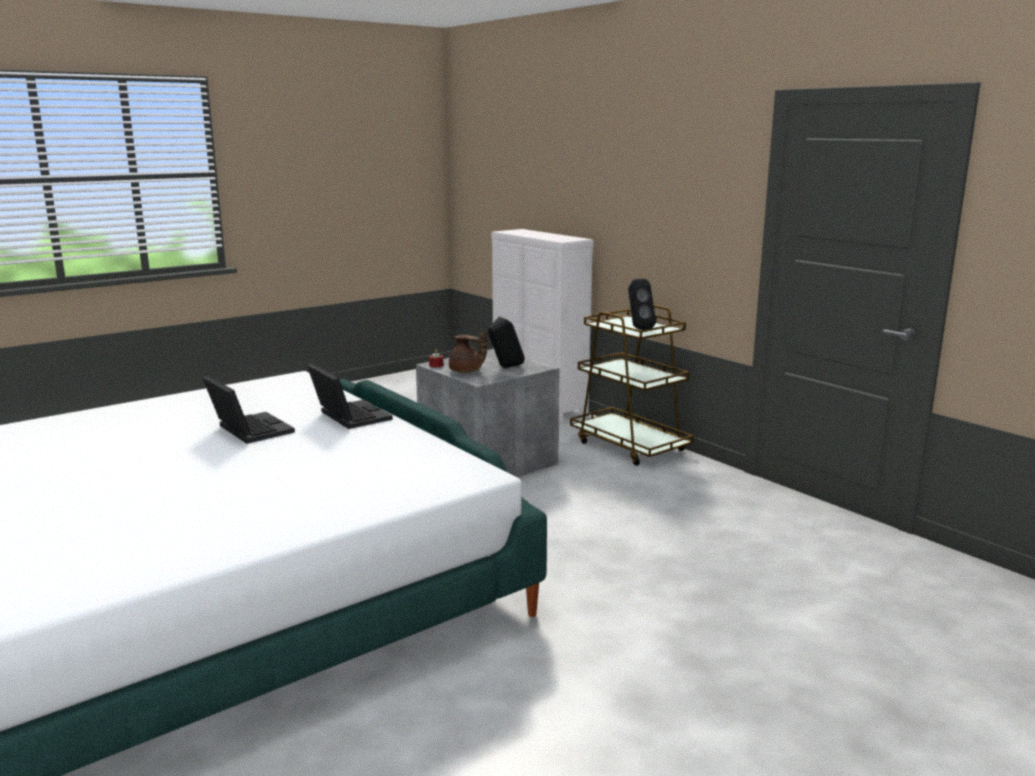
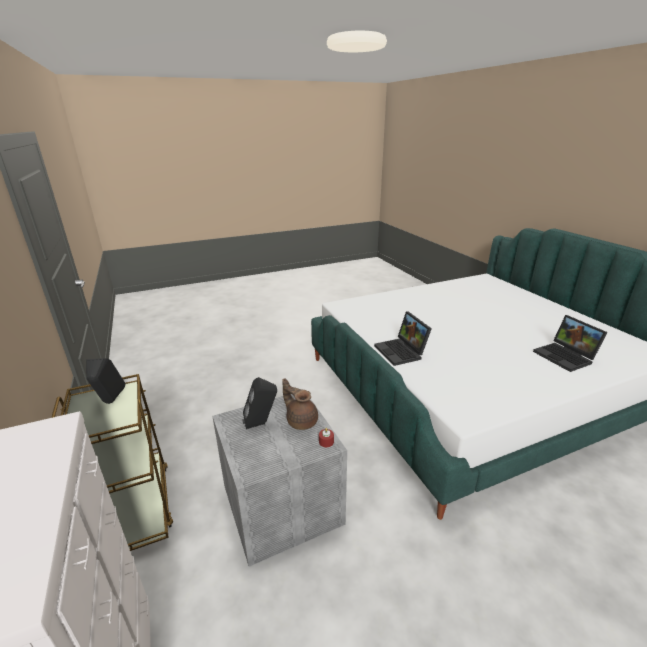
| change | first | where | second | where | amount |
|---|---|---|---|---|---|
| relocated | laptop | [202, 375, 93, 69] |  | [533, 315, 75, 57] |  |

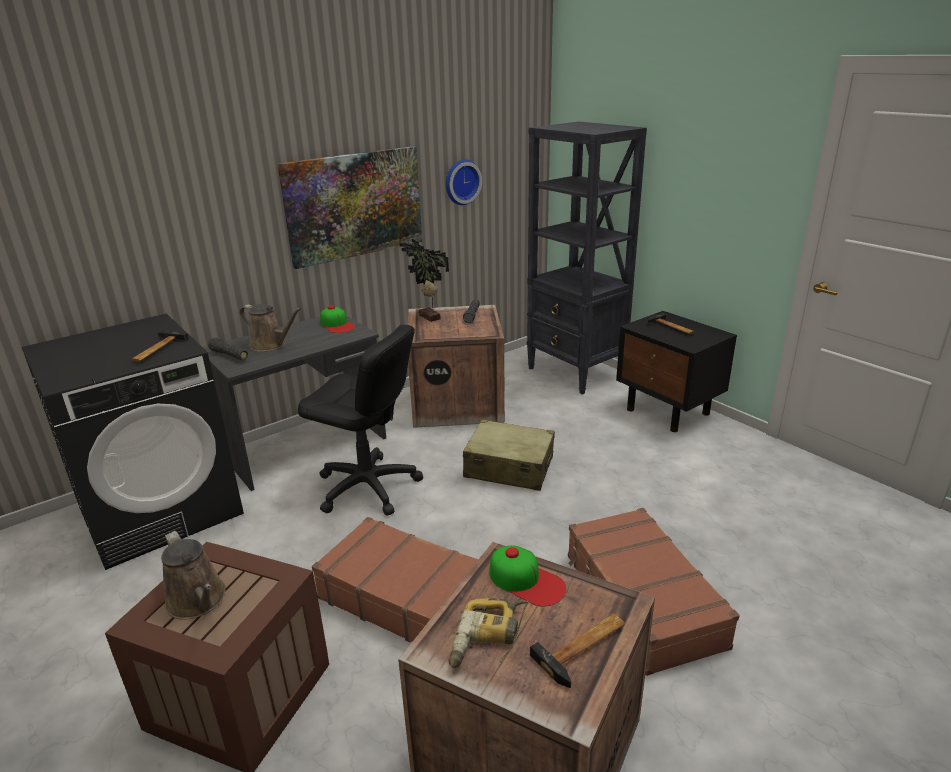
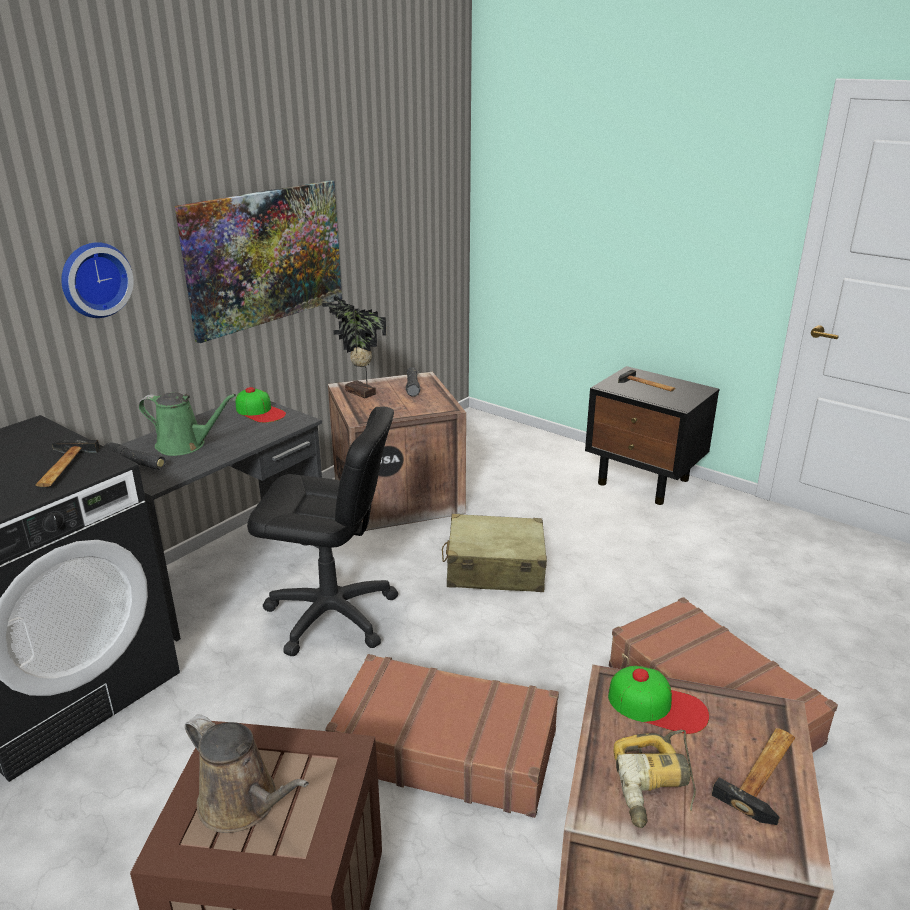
| change | first | where | second | where | amount |
|---|---|---|---|---|---|
| missing | bookcase (black) | [527, 121, 120, 274] |  |  |  |
| relocated | wall clock | [446, 159, 36, 46] |  | [61, 242, 73, 76] |  |
| colour | watering can (brown) | [240, 304, 62, 48] | watering can (green) | [138, 393, 98, 63] |  |

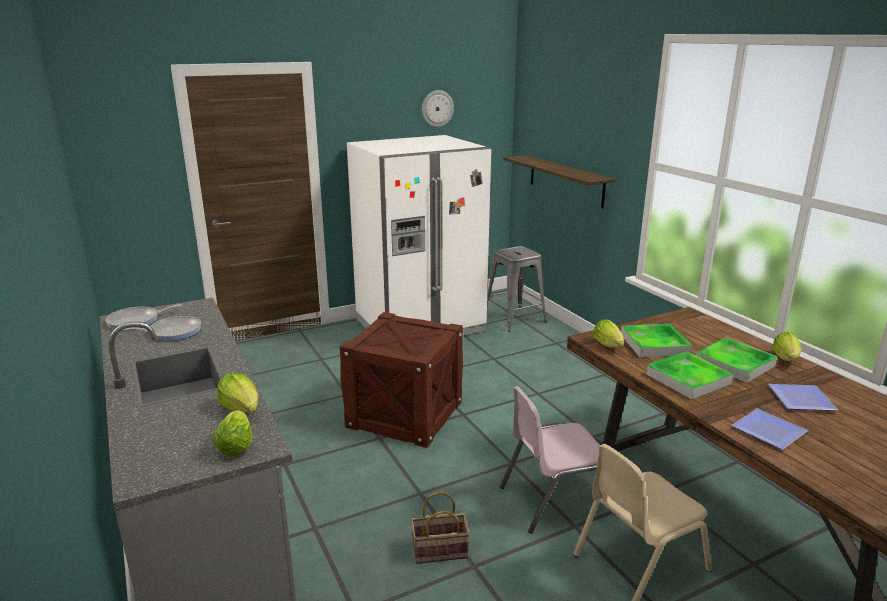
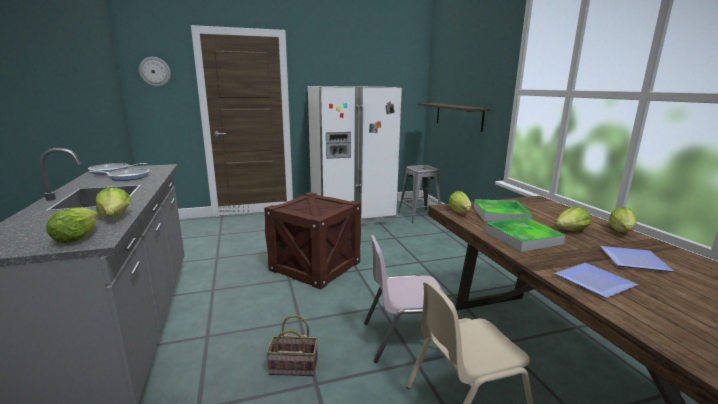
| change | first | where | second | where | amount |
|---|---|---|---|---|---|
| relocated | wall clock | [422, 90, 32, 37] |  | [139, 57, 32, 30] |  |
| exchanged | tray | [696, 338, 82, 45] | lettuce | [555, 207, 36, 24] |  |

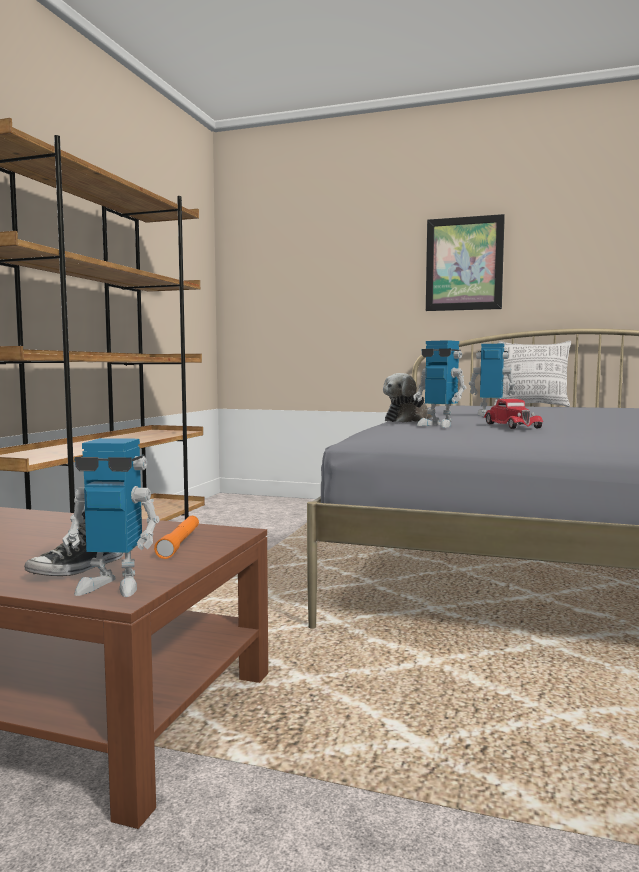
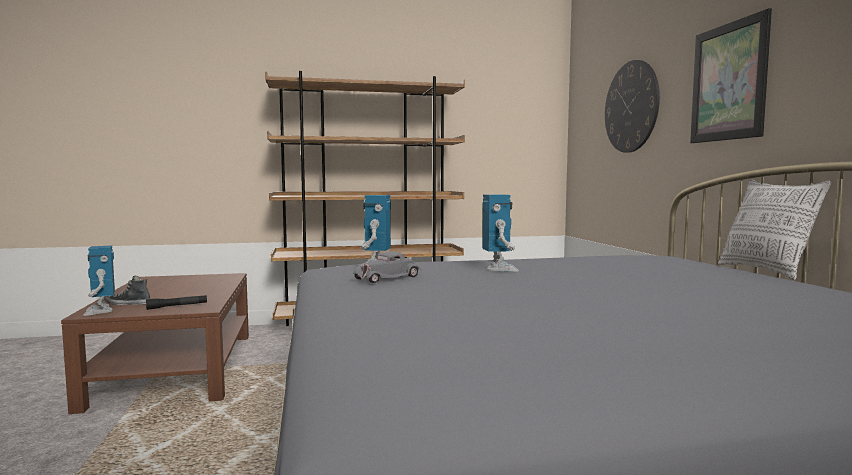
| change | first | where | second | where | amount |
|---|---|---|---|---|---|
| missing | plush toy | [383, 373, 52, 50] |  |  |  |
| colour | toy car (red) | [484, 399, 59, 30] | toy car (grey) | [353, 251, 70, 32] |  |
| colour | flashlight (orange) | [154, 516, 45, 43] | flashlight (black) | [146, 295, 61, 15] |  |
| appeared |  |  | wall clock | [605, 60, 55, 93] |  |

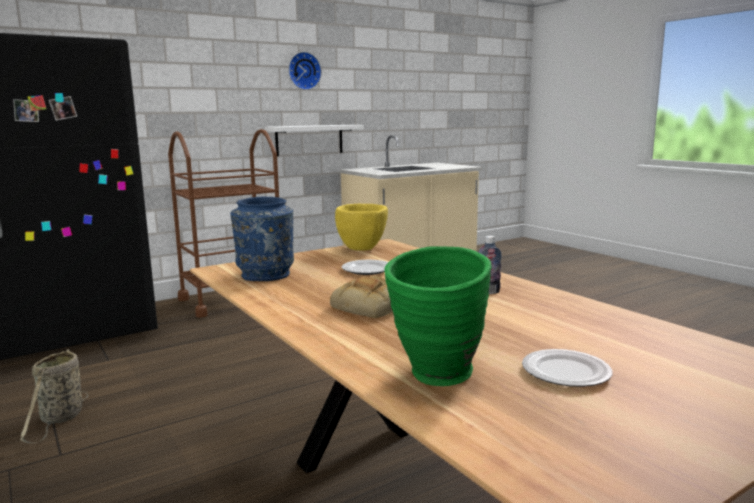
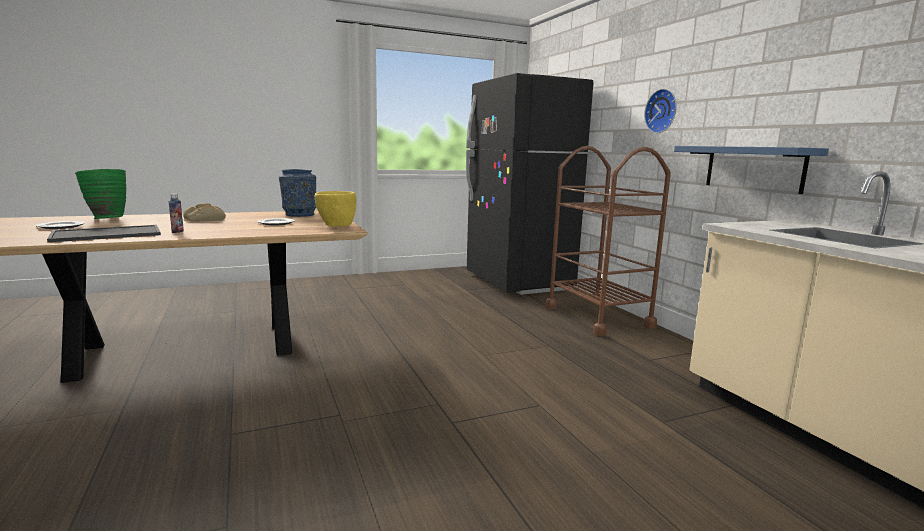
| change | first | where | second | where | amount |
|---|---|---|---|---|---|
| relocated | wall clock | [288, 52, 34, 38] |  | [644, 89, 33, 44] |  |
| colour | shelf (white) | [264, 125, 100, 31] | shelf (blue) | [674, 146, 155, 48] |  |
| missing | basket | [20, 349, 68, 94] |  |  |  |
| appeared |  |  | tray | [47, 225, 114, 17] |  |

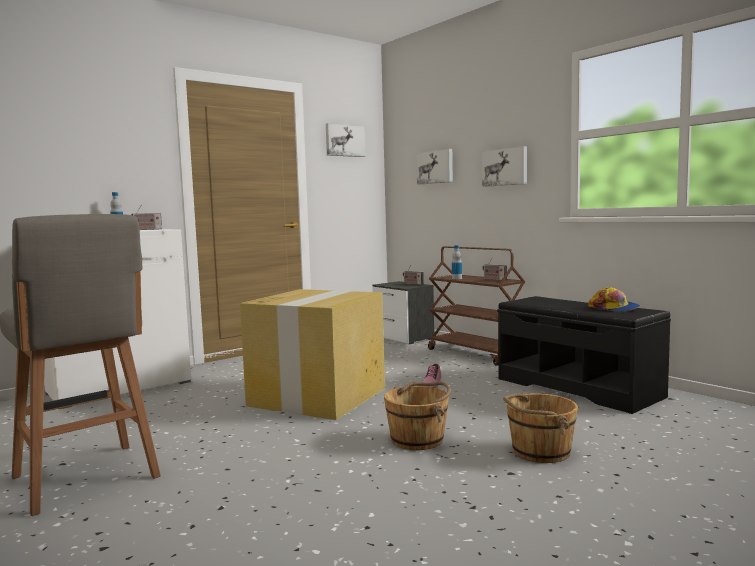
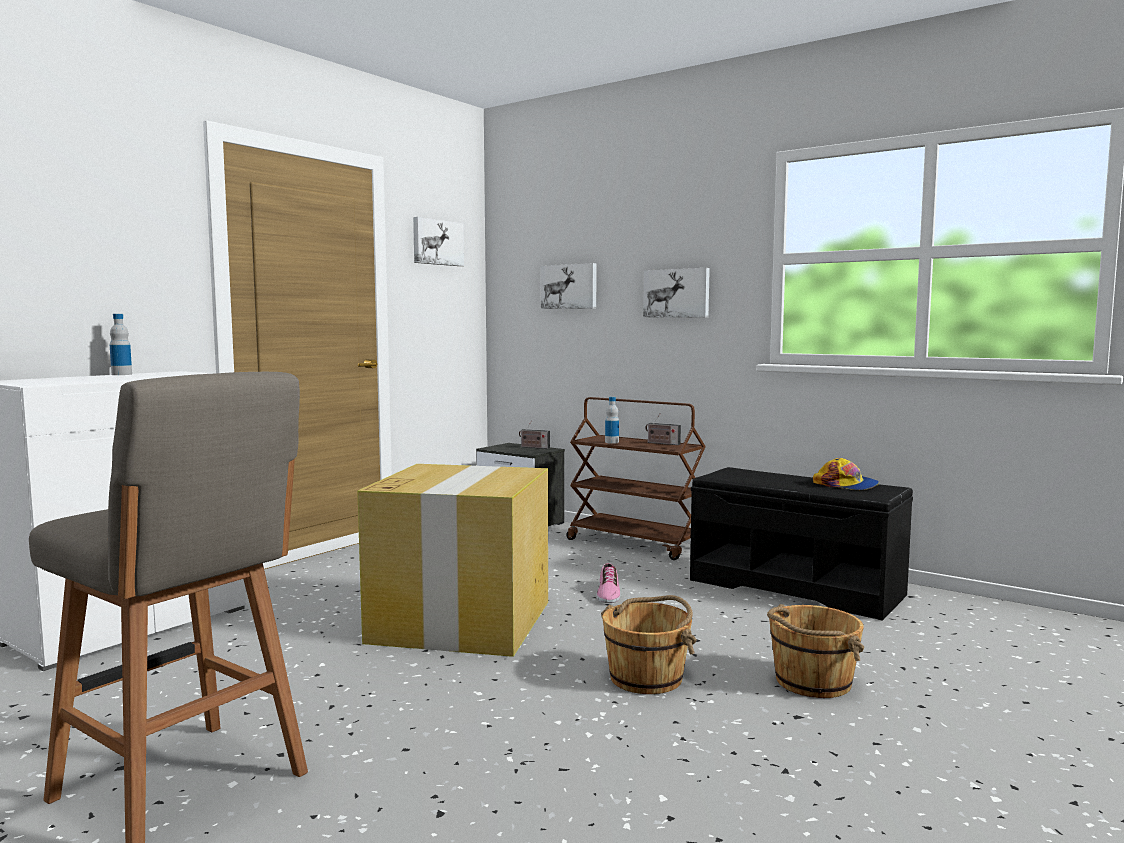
| change | first | where | second | where | amount |
|---|---|---|---|---|---|
| missing | radio | [131, 204, 31, 26] |  |  |  |

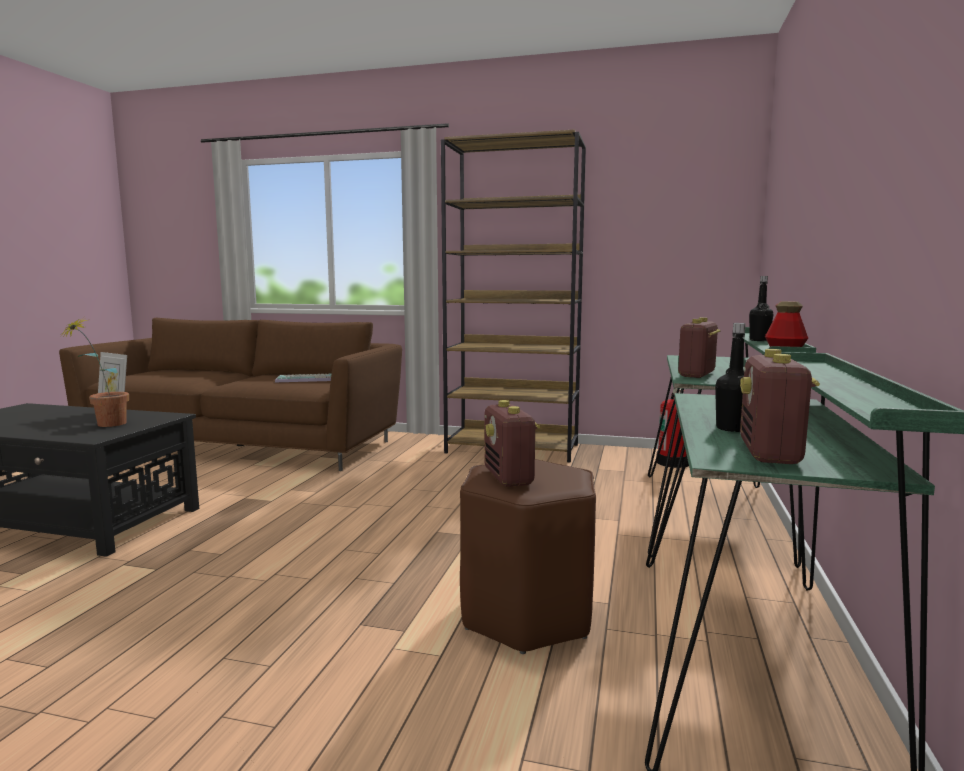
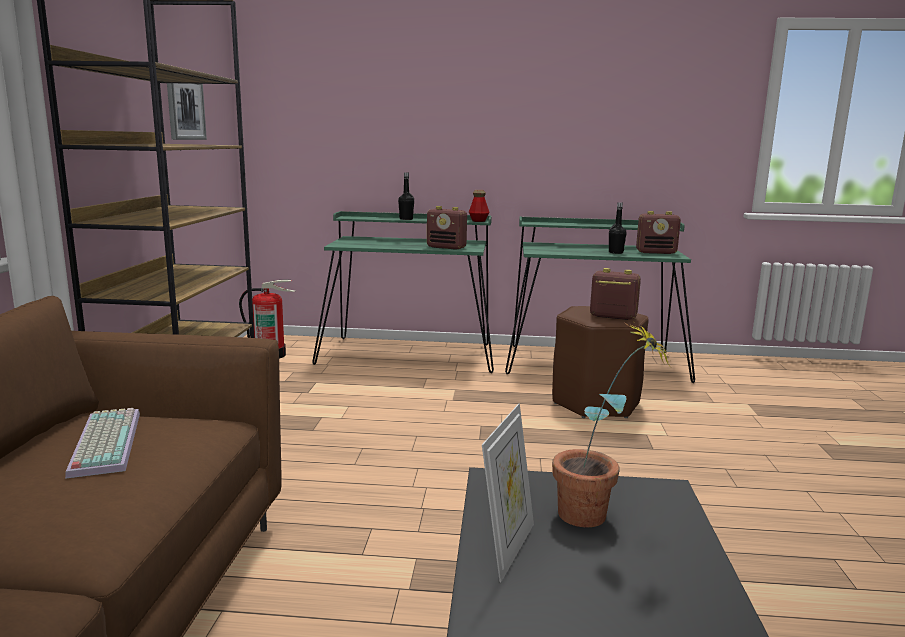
| change | first | where | second | where | amount |
|---|---|---|---|---|---|
| spun | radio | [484, 400, 56, 87] |  | [590, 268, 51, 52] | 135 degrees counterclockwise |
| appeared |  |  | picture | [167, 83, 40, 57] |  |

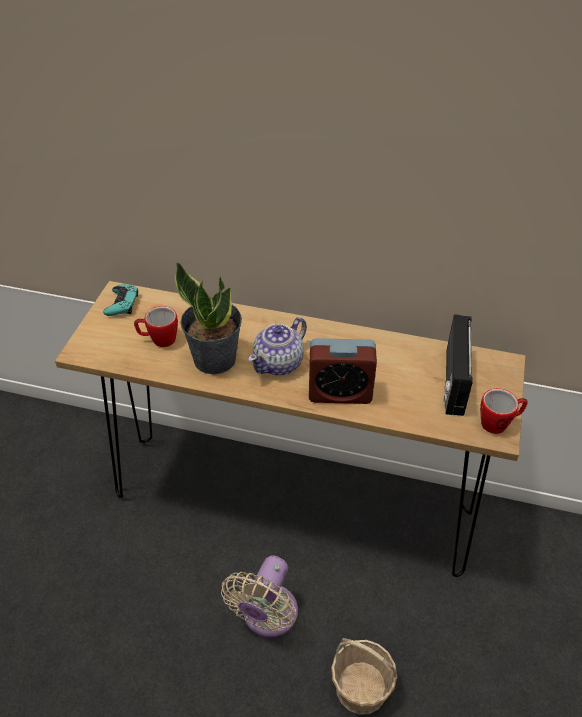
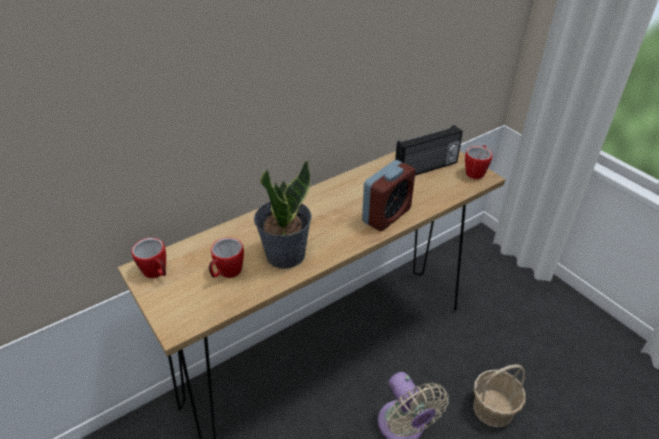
| change | first | where | second | where | amount |
|---|---|---|---|---|---|
| exchanged | game controller (turquoise) | [103, 284, 35, 32] | mug | [132, 238, 34, 40] |  |
| spun | radio | [443, 314, 30, 102] |  | [395, 125, 68, 51] | 75 degrees counterclockwise |
| missing | teapot | [248, 317, 59, 58] |  |  |  |

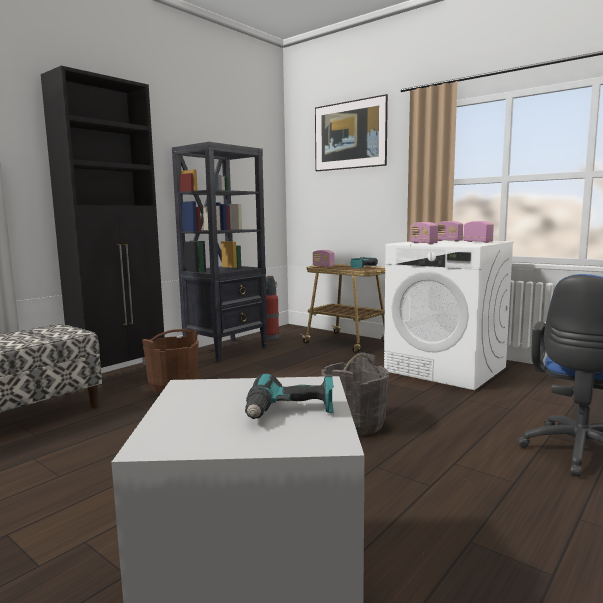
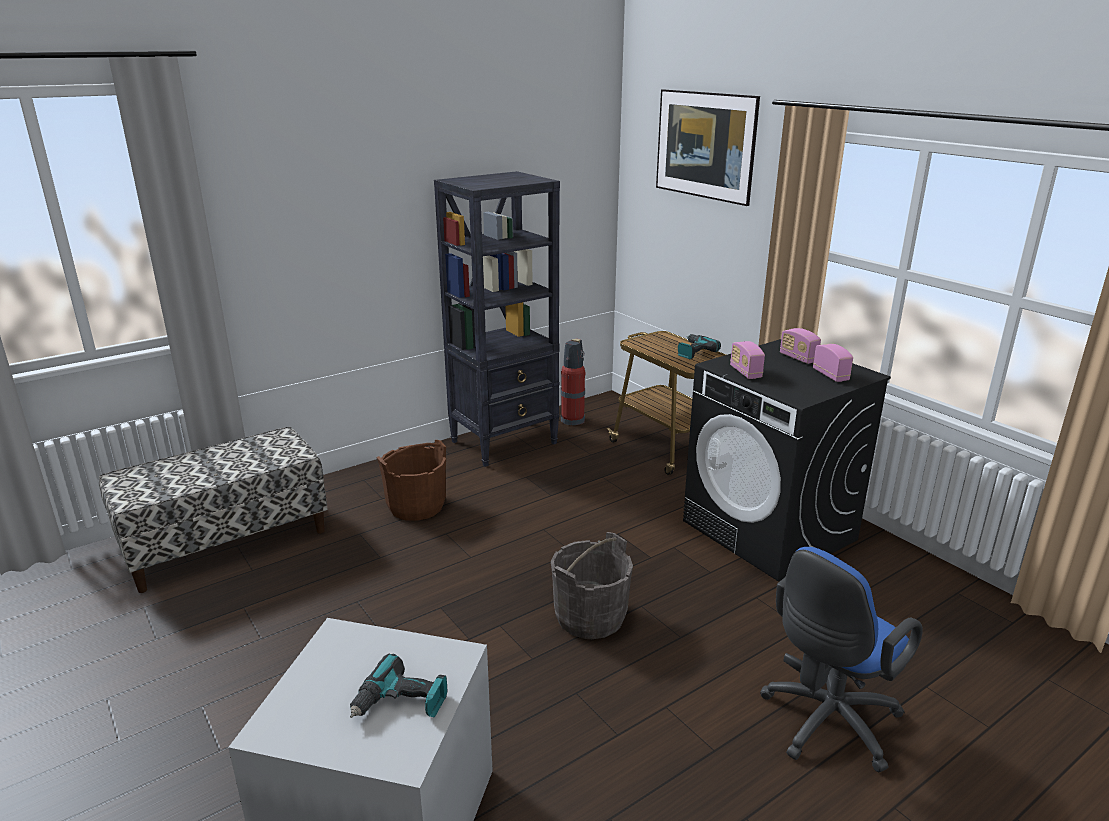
| change | first | where | second | where | amount |
|---|---|---|---|---|---|
| missing | cabinet (black) | [41, 66, 123, 302] |  |  |  |
| colour | washing machine (white) | [384, 240, 130, 150] | washing machine (black) | [683, 339, 208, 242] |  |
| missing | radio | [313, 250, 22, 17] |  |  |  |

